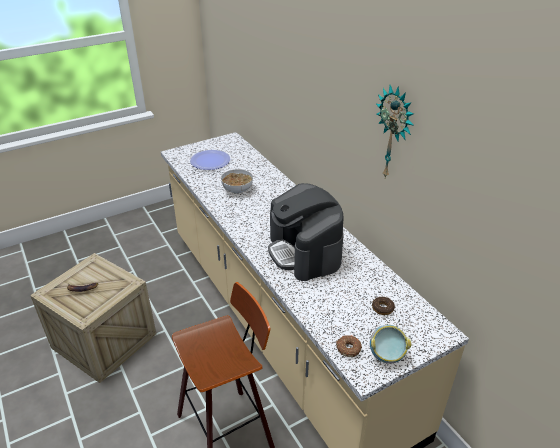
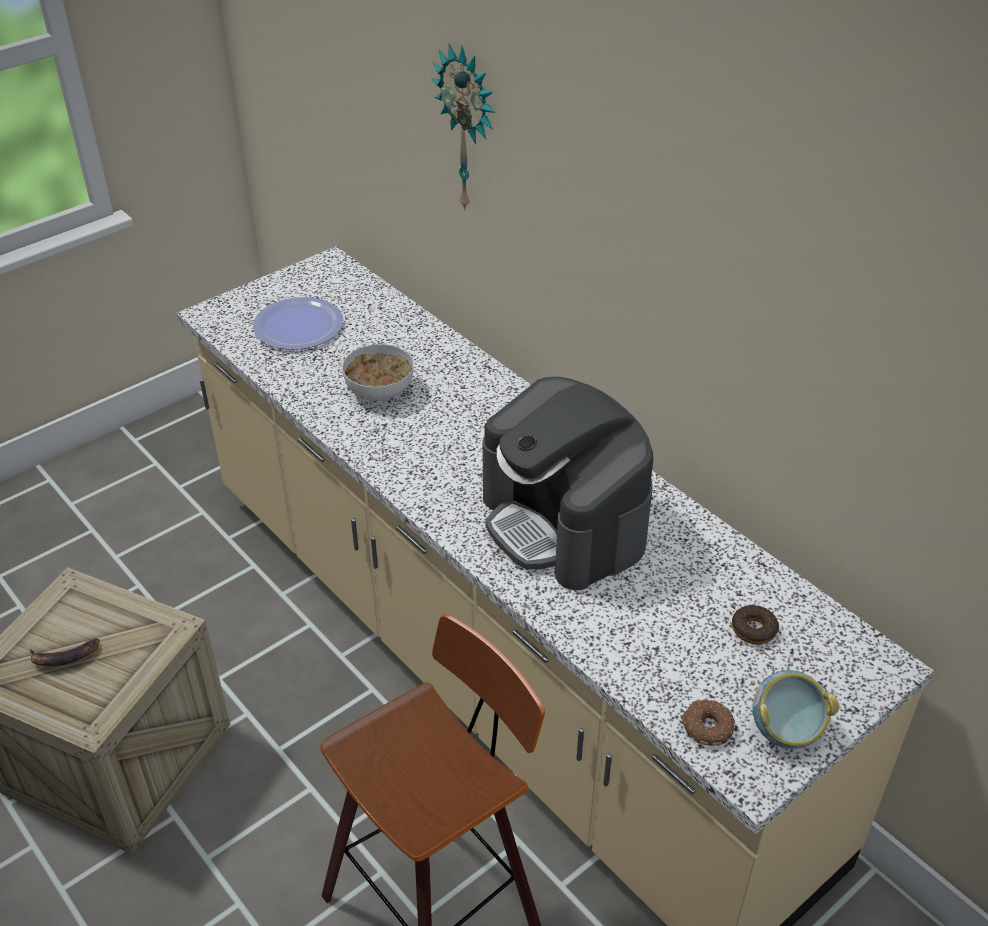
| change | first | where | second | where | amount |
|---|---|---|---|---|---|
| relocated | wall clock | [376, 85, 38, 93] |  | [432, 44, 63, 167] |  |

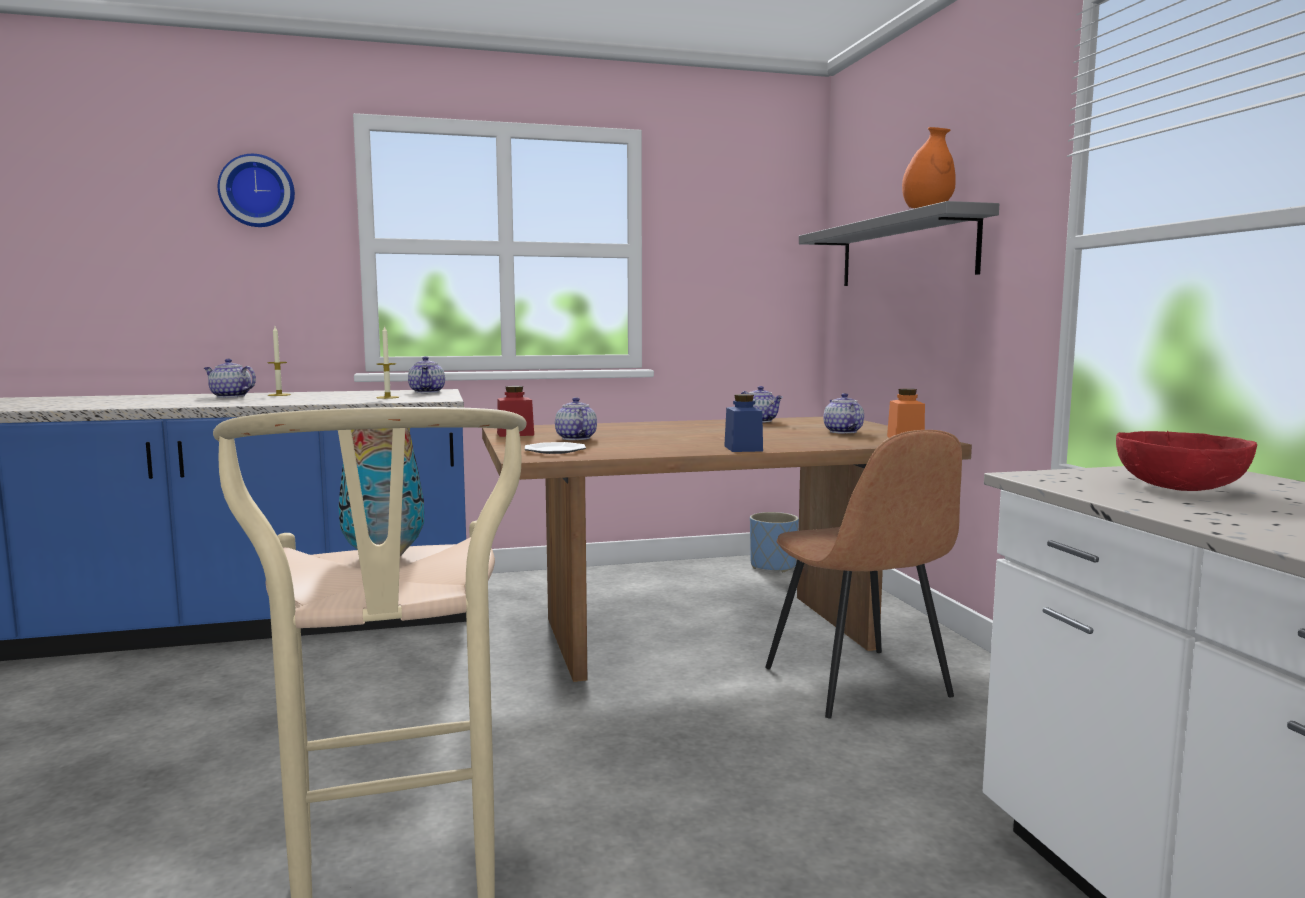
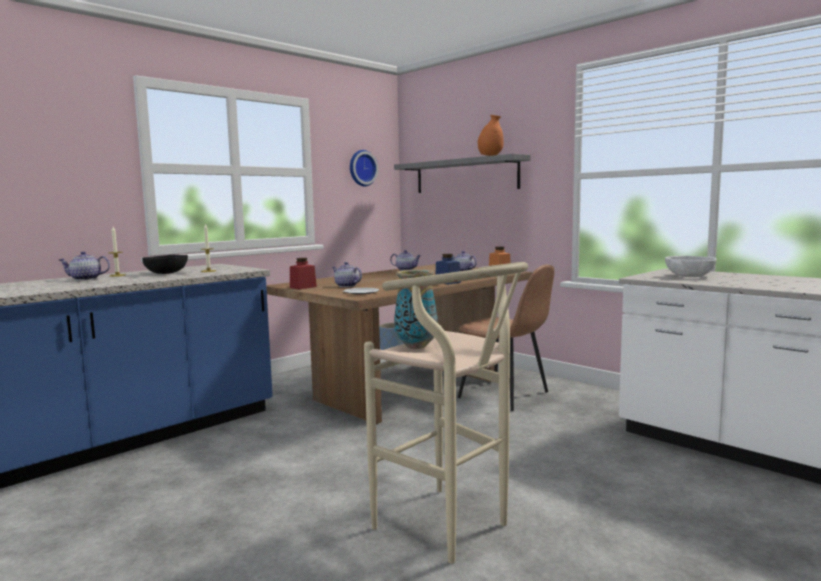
| change | first | where | second | where | amount |
|---|---|---|---|---|---|
| relocated | wall clock | [218, 154, 77, 73] |  | [350, 150, 28, 36] |  |
| missing | teapot | [408, 356, 37, 37] |  |  |  |
| colour | bowl (red) | [1116, 431, 141, 60] | bowl (white) | [665, 256, 51, 21] |  |
| appeared |  |  | bowl (black) | [142, 255, 46, 19] |  |

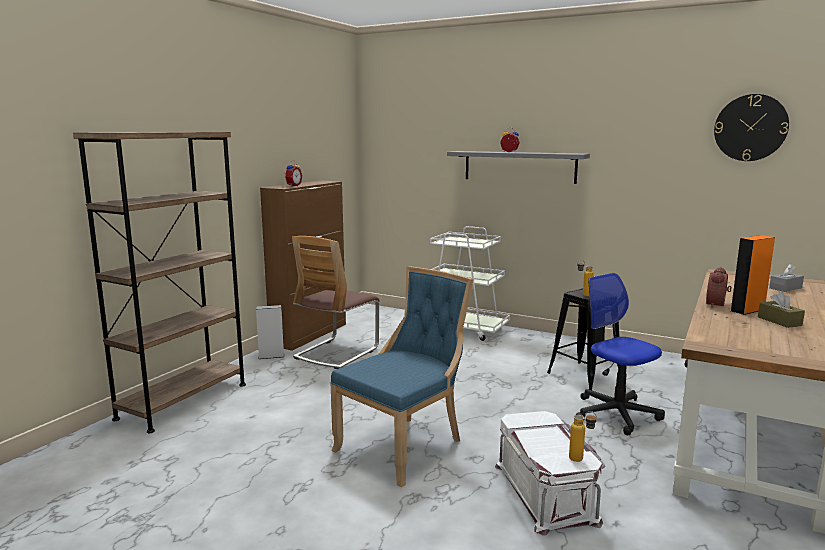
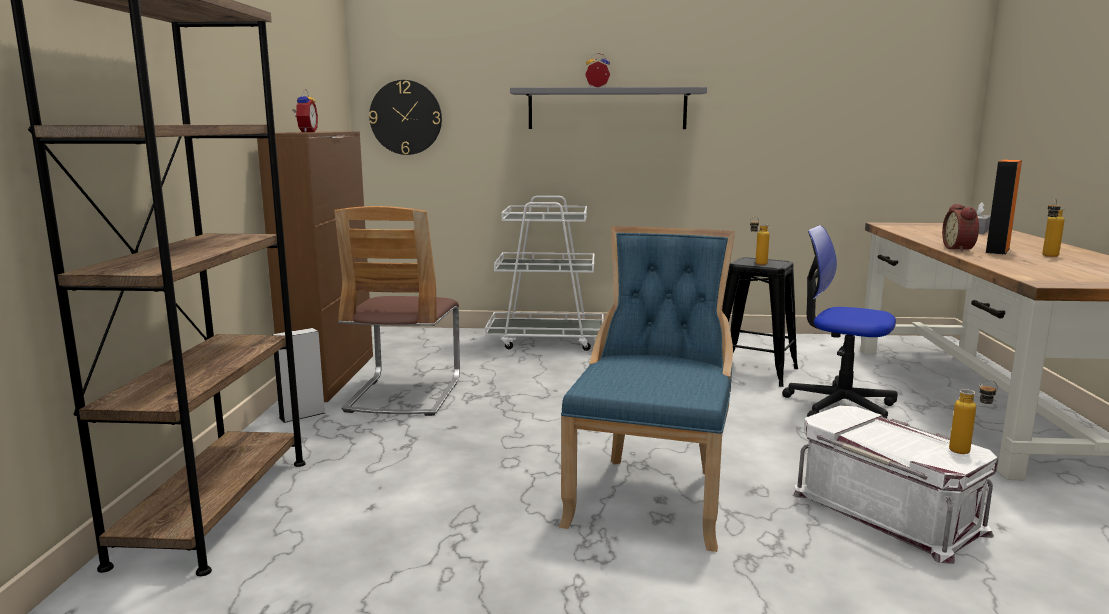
| change | first | where | second | where | amount |
|---|---|---|---|---|---|
| relocated | wall clock | [714, 94, 75, 67] |  | [369, 80, 73, 75] |  |
| exchanged | tissue box (brown) | [758, 292, 47, 36] | bottle | [1042, 199, 23, 58] |  |

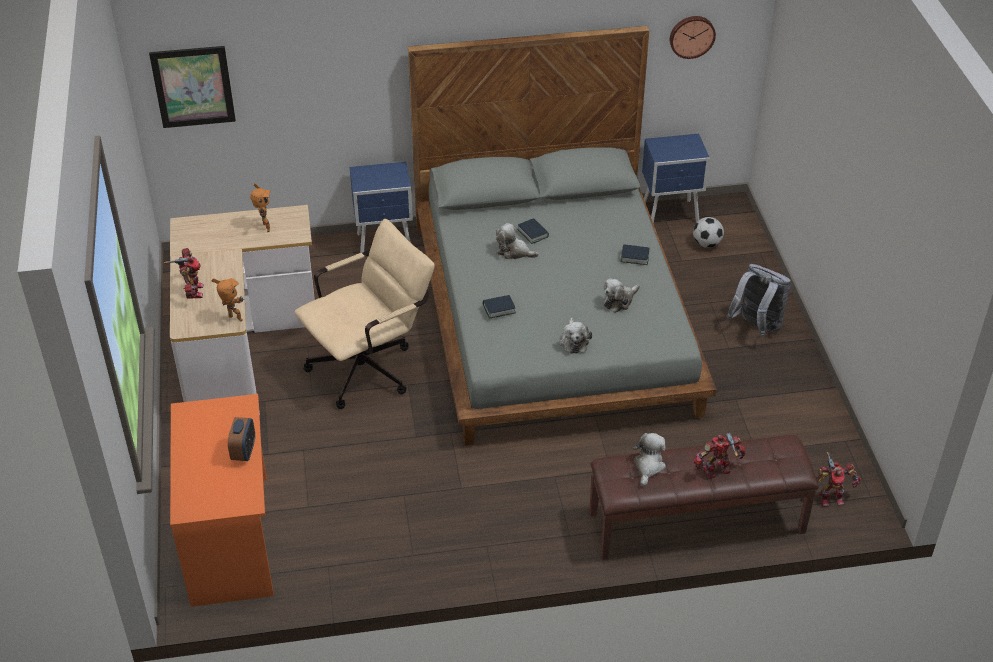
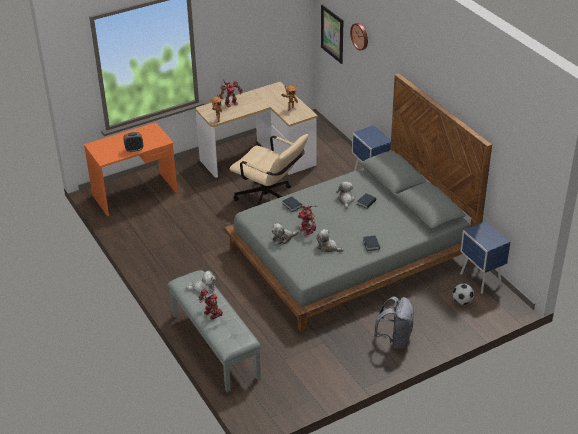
| change | first | where | second | where | amount |
|---|---|---|---|---|---|
| relocated | wall clock | [670, 16, 46, 43] |  | [350, 23, 18, 28] |  |
| colour | bench (brown) | [589, 435, 230, 125] | bench (grey) | [168, 270, 93, 122] |  |
| relocated | toy robot | [816, 452, 45, 55] |  | [298, 205, 20, 31] |  |

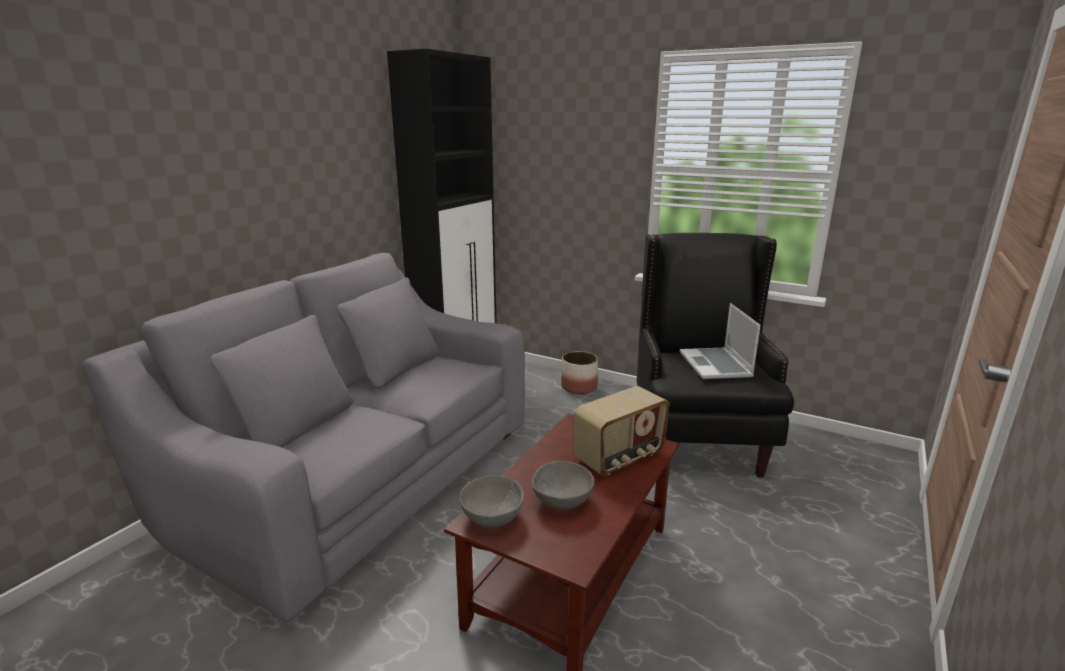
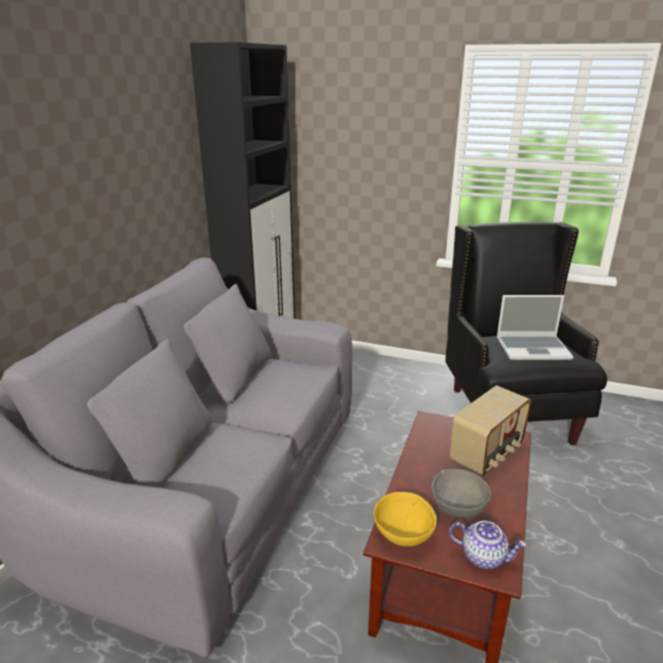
| change | first | where | second | where | amount |
|---|---|---|---|---|---|
| spun | laptop | [680, 303, 81, 76] |  | [496, 295, 78, 65] | 75 degrees counterclockwise |
| missing | planter | [561, 351, 37, 43] |  |  |  |
| colour | bowl (grey) | [459, 475, 65, 53] | bowl (yellow) | [374, 492, 63, 54] |  |
| appeared |  |  | teapot | [449, 521, 77, 48] |  |

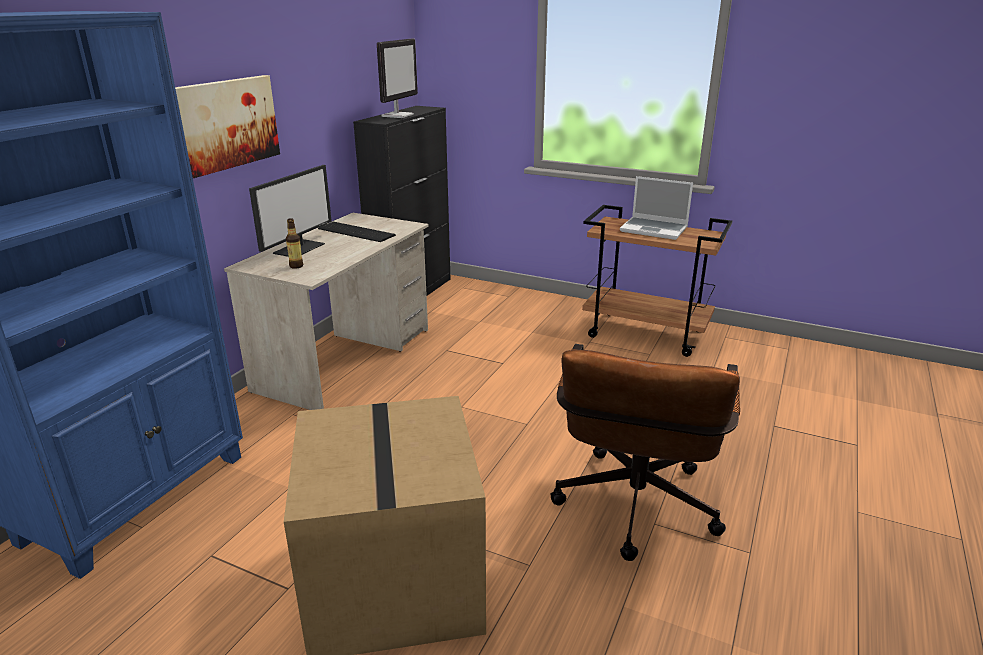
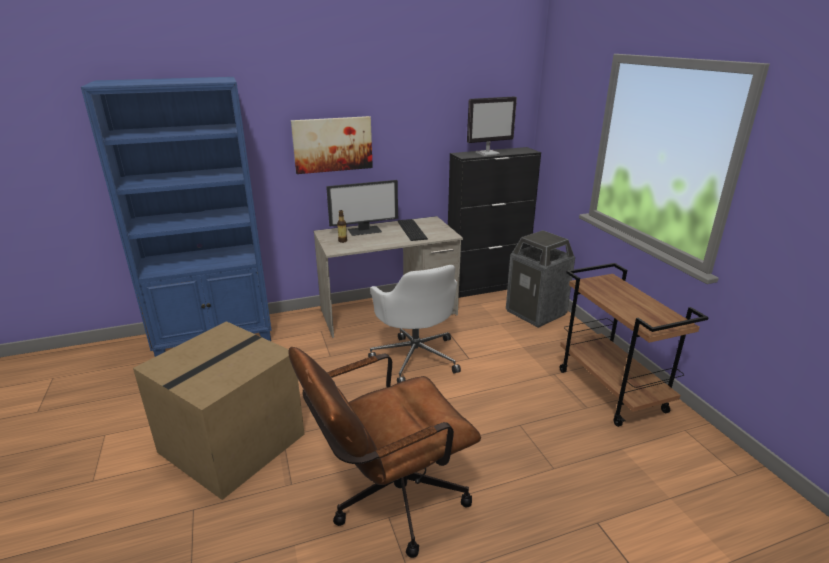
| change | first | where | second | where | amount |
|---|---|---|---|---|---|
| missing | laptop | [620, 176, 73, 64] |  |  |  |
| appeared |  |  | trash can | [506, 230, 69, 98] |  |
| appeared |  |  | office chair (white) | [368, 265, 93, 118] |  |

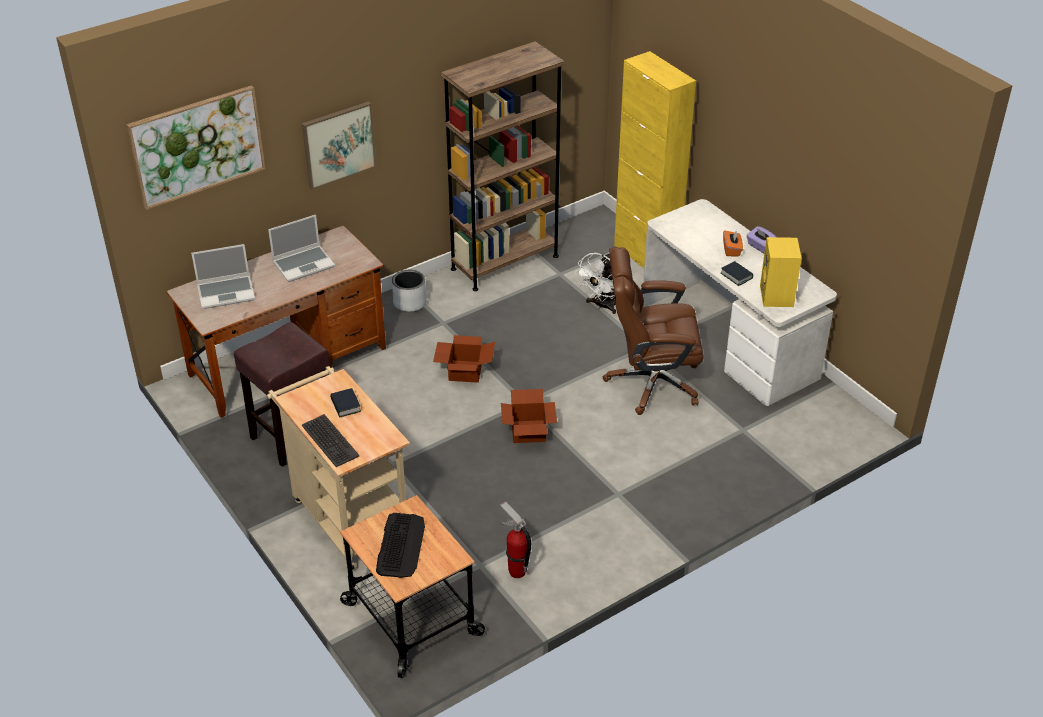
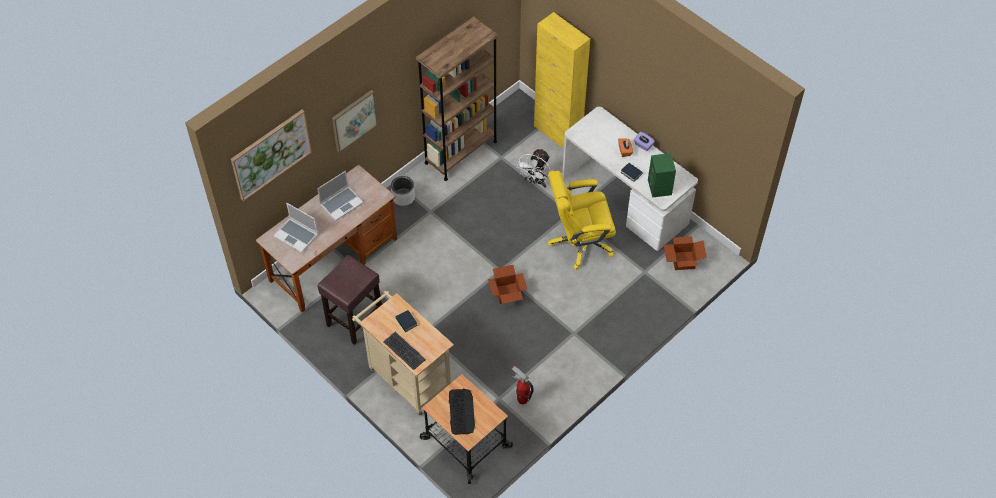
| change | first | where | second | where | amount |
|---|---|---|---|---|---|
| colour | speaker (yellow) | [760, 237, 42, 70] | speaker (green) | [648, 153, 28, 45] |  |
| spun | laptop | [191, 244, 64, 65] |  | [274, 203, 44, 50] | 60 degrees clockwise |
| colour | office chair (brown) | [603, 247, 101, 168] | office chair (yellow) | [548, 170, 68, 100] |  |
| relocated | cardboard box | [433, 335, 62, 48] |  | [664, 236, 43, 34] |  |

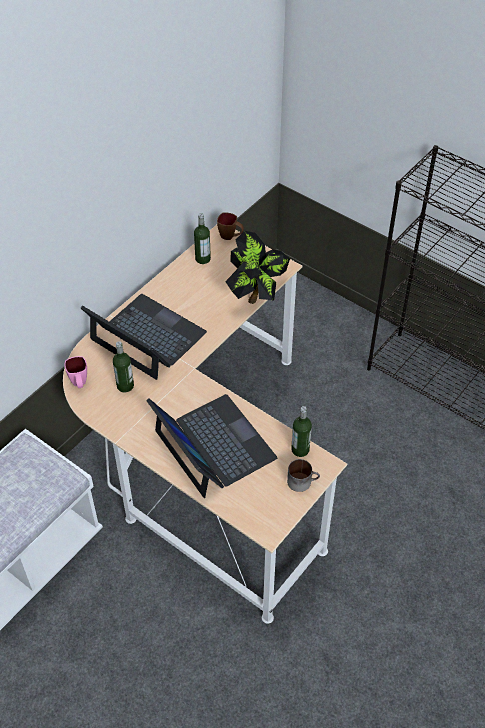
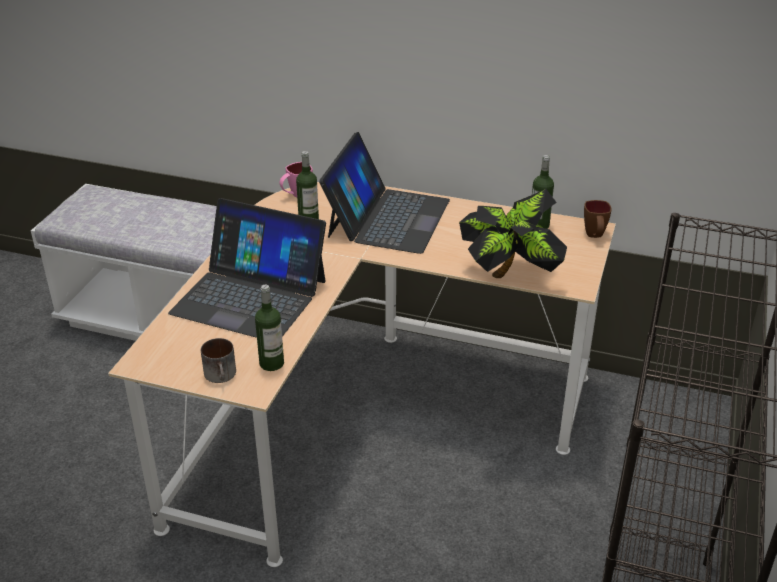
| change | first | where | second | where | amount |
|---|---|---|---|---|---|
| spun | laptop | [146, 394, 131, 104] |  | [168, 198, 158, 140] | 75 degrees clockwise |

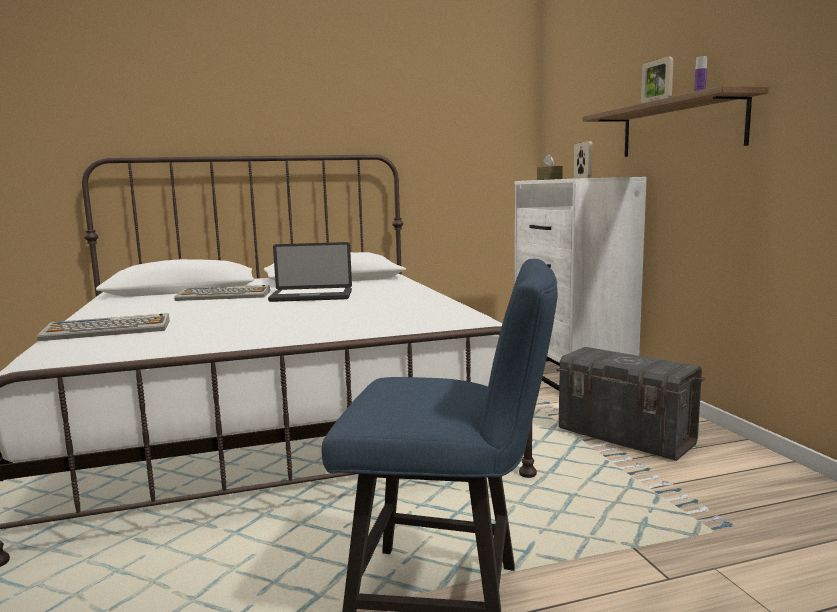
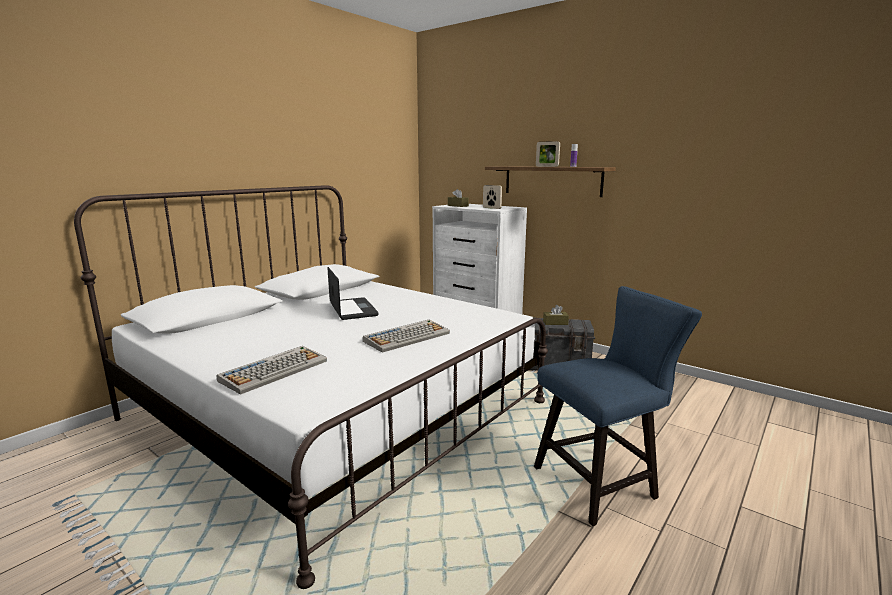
| change | first | where | second | where | amount |
|---|---|---|---|---|---|
| spun | laptop | [268, 242, 84, 60] |  | [327, 267, 52, 53] | 75 degrees counterclockwise |
| relocated | keyboard | [174, 285, 96, 16] |  | [363, 320, 87, 33] |  |
| appeared |  |  | tissue box (brown) | [543, 305, 26, 20] |  |

